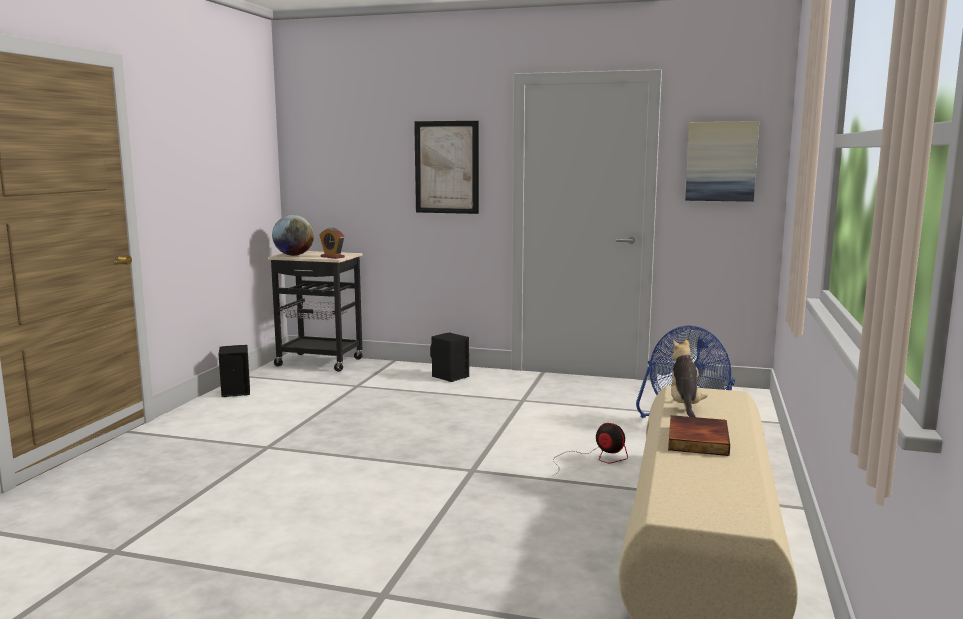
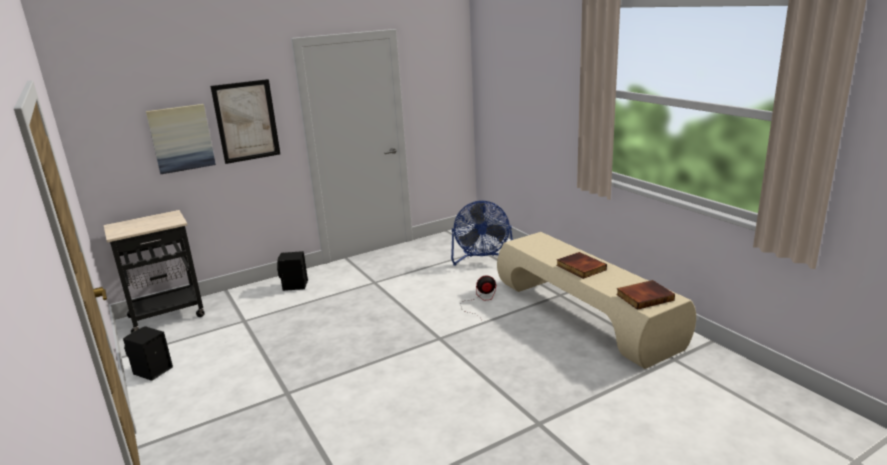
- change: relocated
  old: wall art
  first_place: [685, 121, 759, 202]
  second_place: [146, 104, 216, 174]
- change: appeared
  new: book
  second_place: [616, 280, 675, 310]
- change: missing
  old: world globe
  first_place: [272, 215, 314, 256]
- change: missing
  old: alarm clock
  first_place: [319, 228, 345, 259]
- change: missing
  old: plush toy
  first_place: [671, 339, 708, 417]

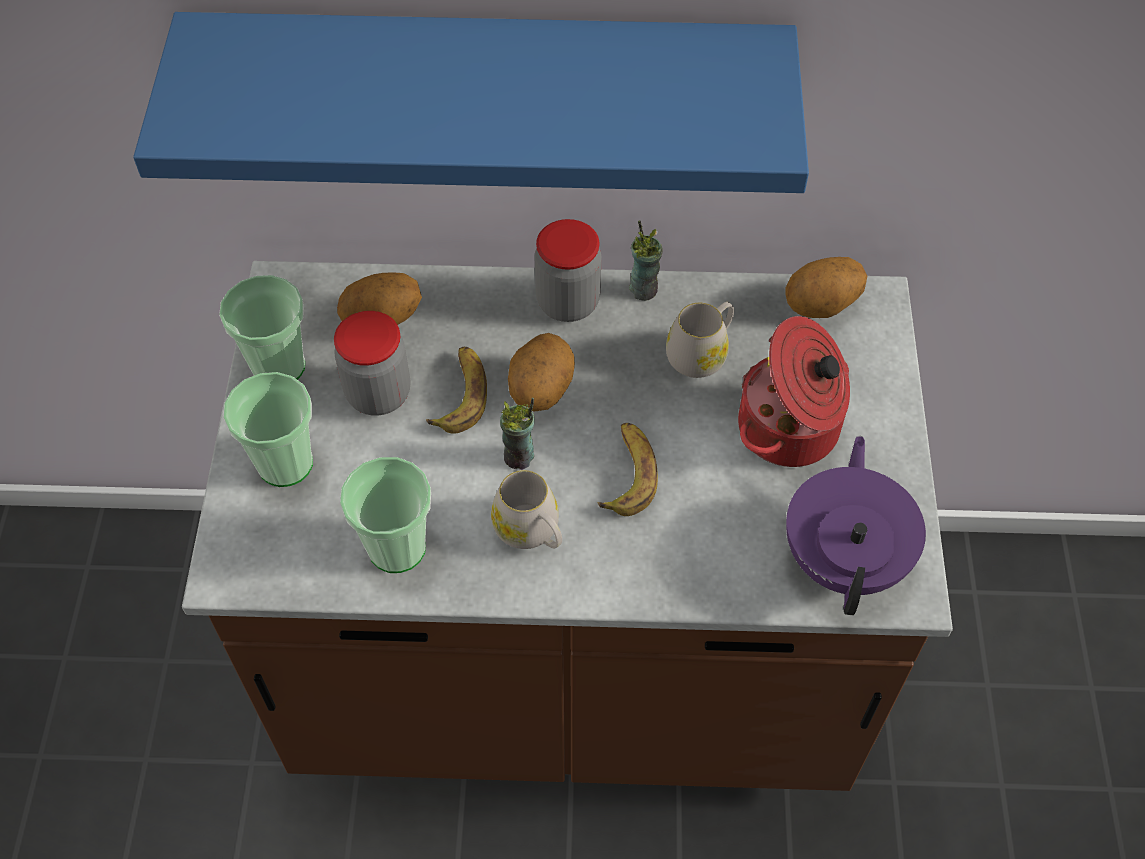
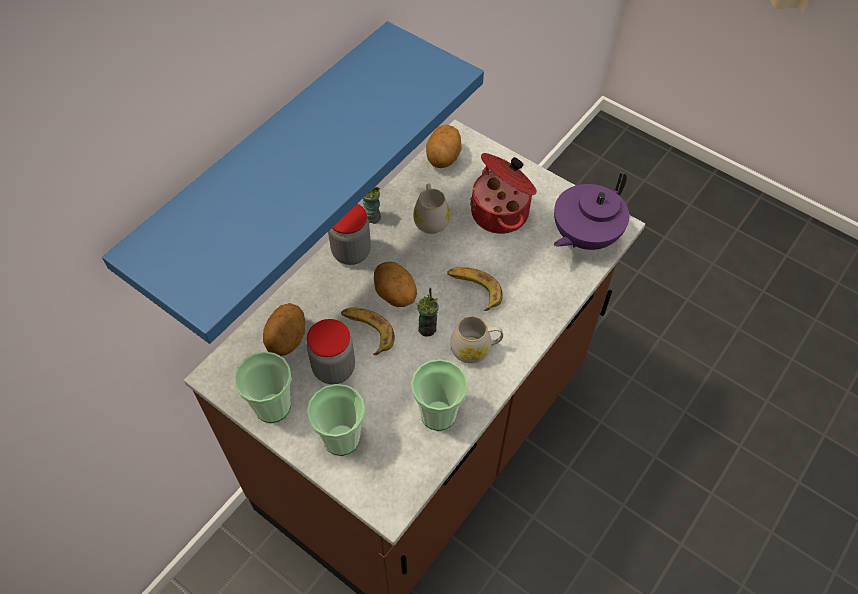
- change: spun
  old: purplish pot for tea
  first_place: [786, 436, 926, 615]
  second_place: [554, 172, 629, 250]
  degrees: -90

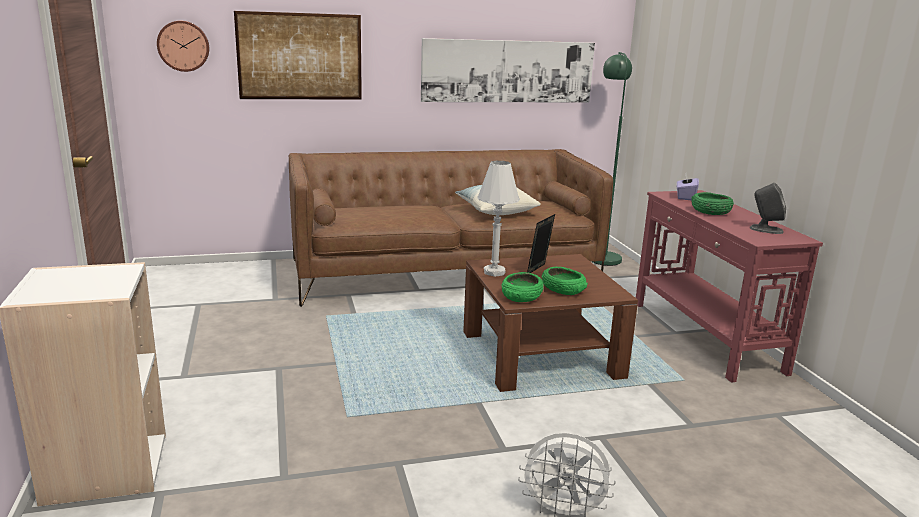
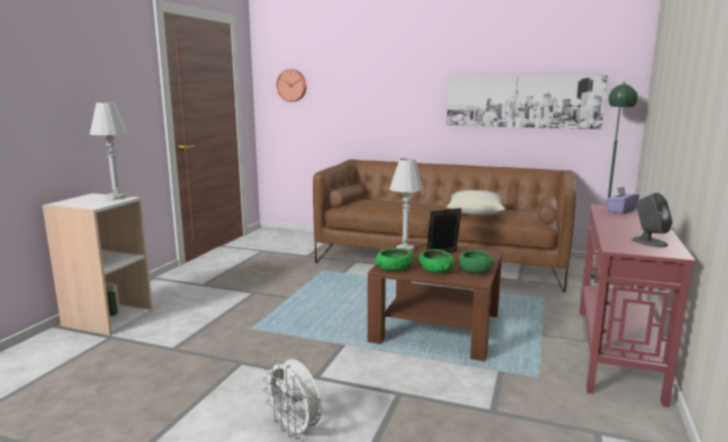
- change: appeared
  new: whitish tabletop lamp
  second_place: [90, 102, 128, 200]
- change: relocated
  old: green-coloured deep dish
  first_place: [691, 192, 734, 215]
  second_place: [459, 250, 494, 274]
- change: missing
  old: wall art
  first_place: [234, 11, 362, 100]

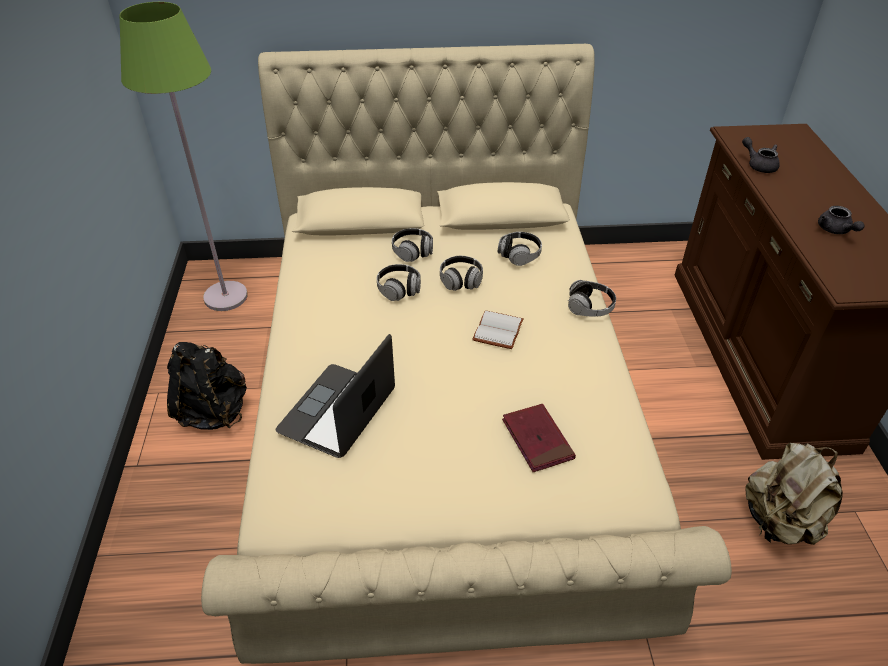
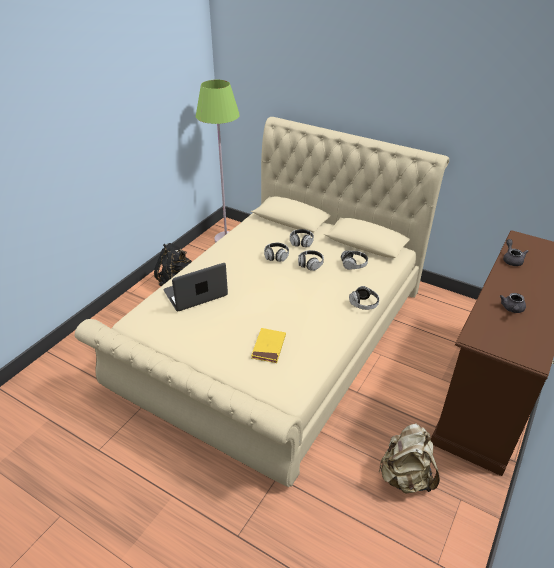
- change: colour
  old: red book
  new: yellow book
  first_place: [502, 404, 576, 472]
  second_place: [251, 328, 286, 363]
- change: missing
  old: whitish book
  first_place: [472, 310, 524, 349]

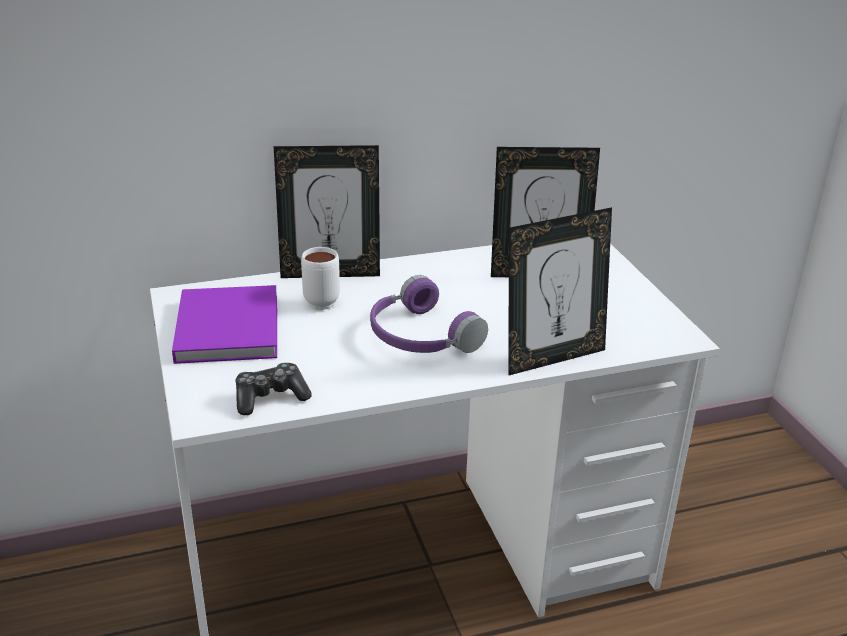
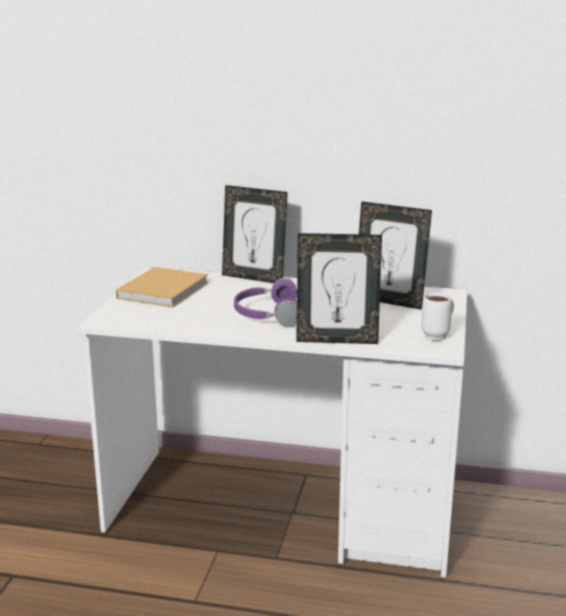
- change: colour
  old: purplish book
  new: beige book
  first_place: [172, 285, 277, 364]
  second_place: [116, 267, 209, 307]
- change: relocated
  old: whitish mug
  first_place: [301, 247, 340, 310]
  second_place: [421, 292, 454, 341]
- change: missing
  old: game controller
  first_place: [235, 363, 312, 415]

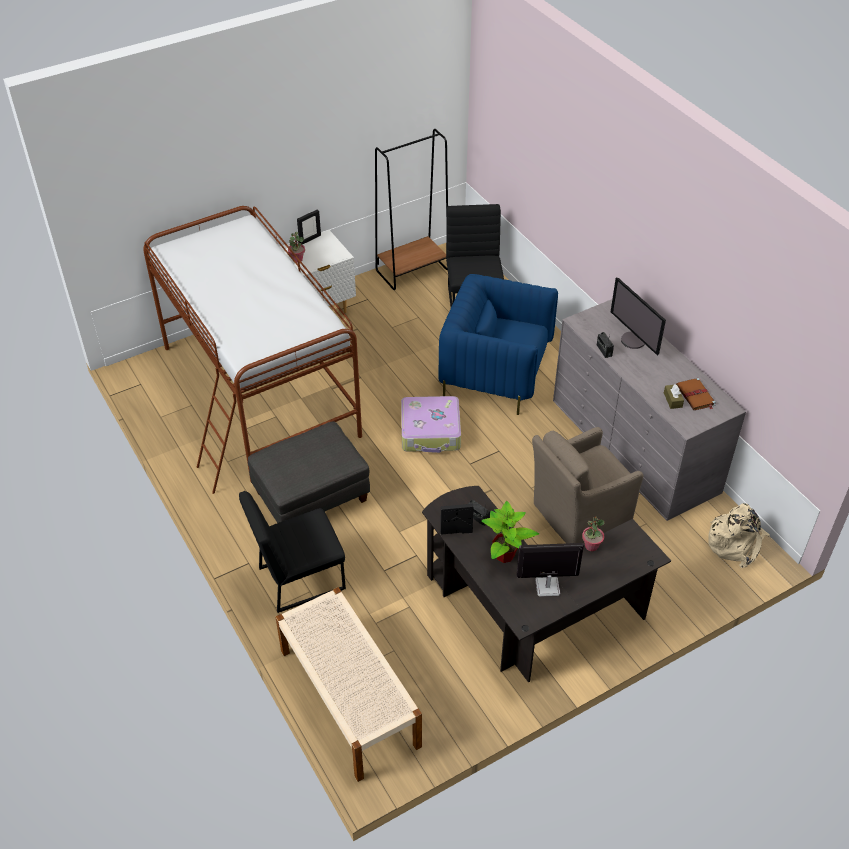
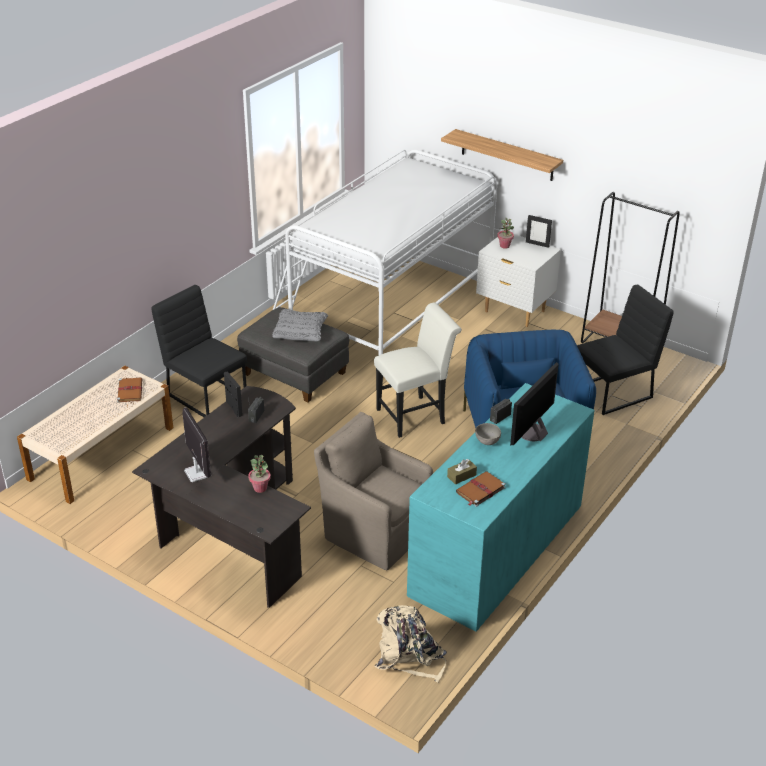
- change: appeared
  new: brown book
  second_place: [117, 378, 142, 403]
- change: appeared
  new: greyish cushion
  second_place: [272, 309, 328, 342]
- change: colour
  old: brown sleeping bed
  new: whitish sleeping bed
  first_place: [143, 206, 362, 494]
  second_place: [273, 149, 497, 356]
- change: exchanged
  old: piece of luggage
  new: whitish chair
  first_place: [401, 396, 461, 453]
  second_place: [374, 302, 462, 438]
- change: colour
  old: greyish chest of drawers
  new: turquoise chest of drawers
  first_place: [553, 299, 746, 521]
  second_place: [407, 383, 595, 632]
- change: appeared
  new: shelf
  second_place: [441, 129, 563, 181]
- change: appeared
  new: greyish deep dish
  second_place: [475, 423, 501, 445]
- change: missing
  old: houseplant
  first_place: [481, 501, 539, 563]

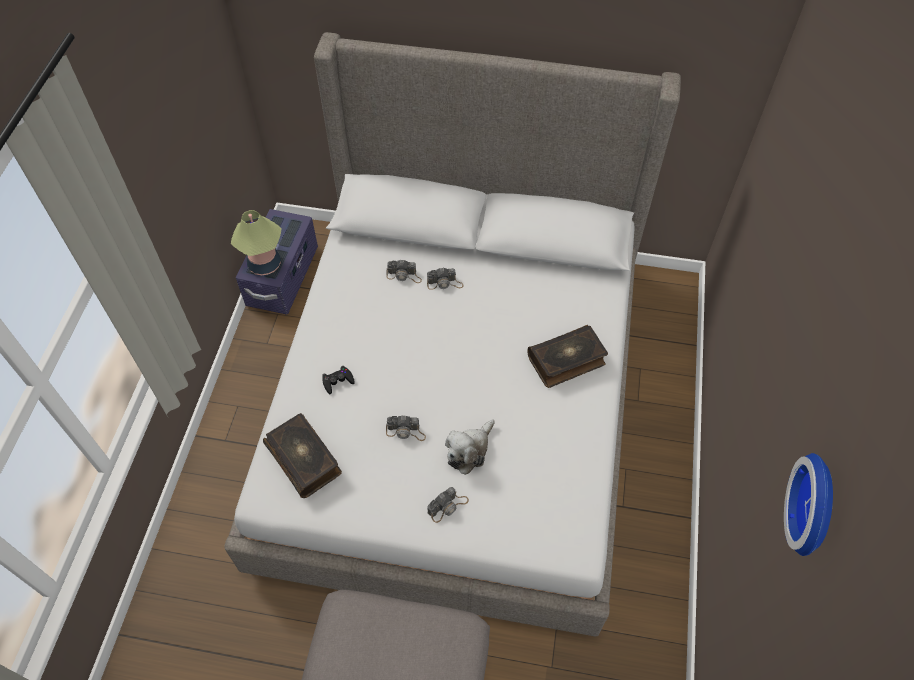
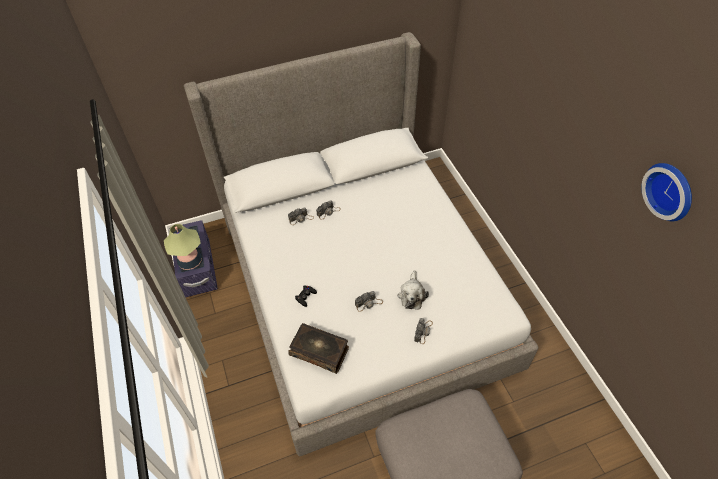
- change: missing
  old: book
  first_place: [527, 325, 608, 388]

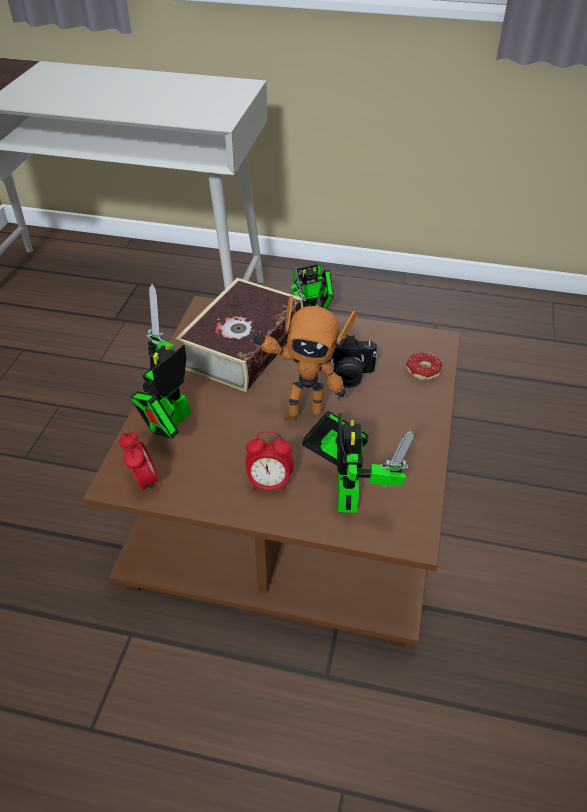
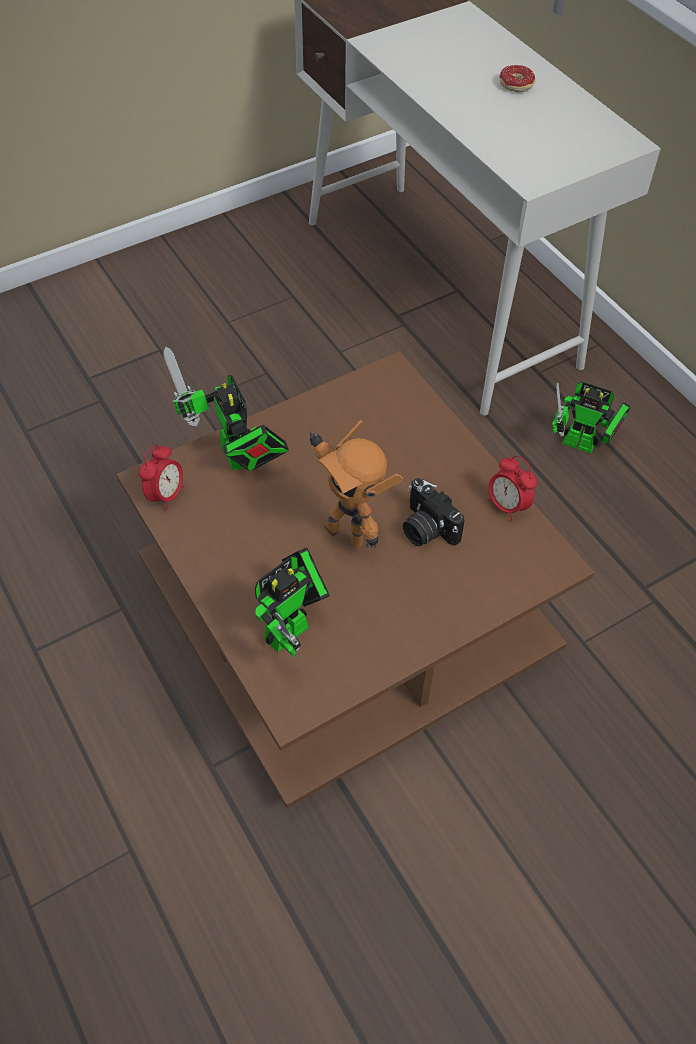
- change: spun
  old: toy robot
  first_place: [130, 284, 191, 439]
  second_place: [163, 346, 289, 471]
  degrees: -105
- change: relocated
  old: alarm clock
  first_place: [245, 431, 294, 494]
  second_place: [488, 455, 537, 521]
- change: relocated
  old: donut
  first_place: [406, 352, 442, 380]
  second_place: [499, 65, 535, 92]
- change: missing
  old: book
  first_place: [175, 278, 303, 392]

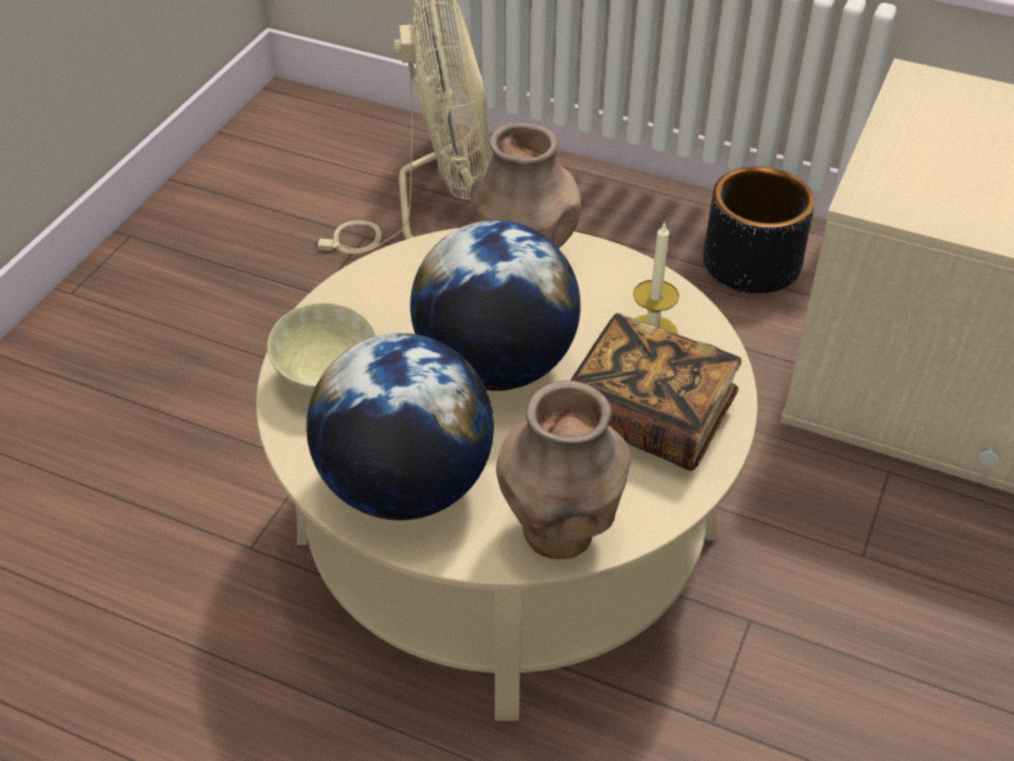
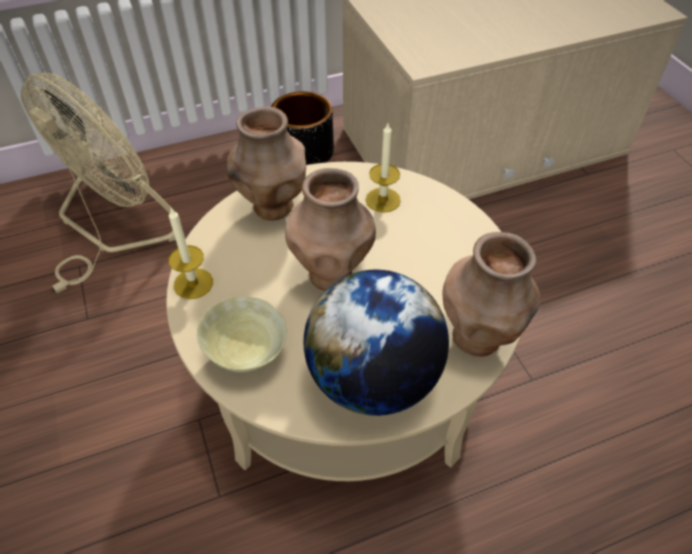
- change: appeared
  new: wax candle
  second_place: [168, 208, 213, 299]
- change: exchanged
  old: world globe
  new: brown flower vase
  first_place: [410, 220, 581, 391]
  second_place: [285, 168, 376, 291]
- change: missing
  old: book
  first_place: [570, 313, 742, 471]

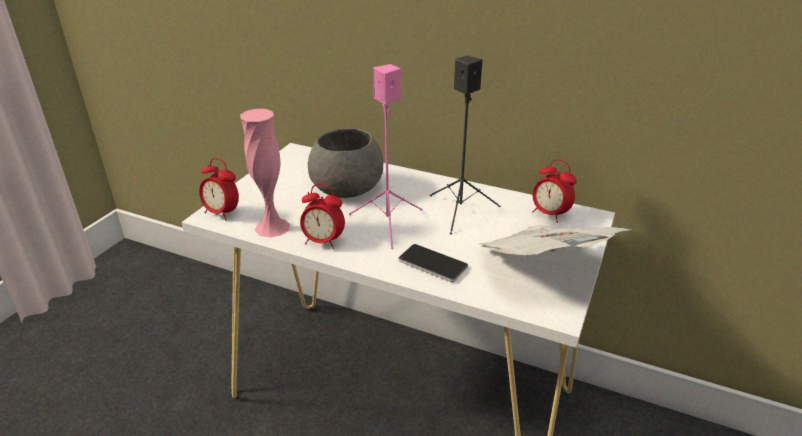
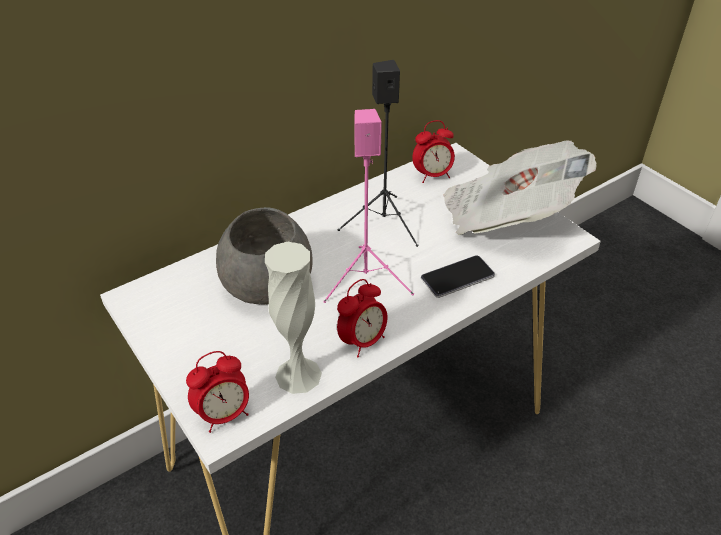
- change: colour
  old: pink flower vase
  new: whitish flower vase
  first_place: [240, 109, 290, 238]
  second_place: [265, 242, 322, 394]

